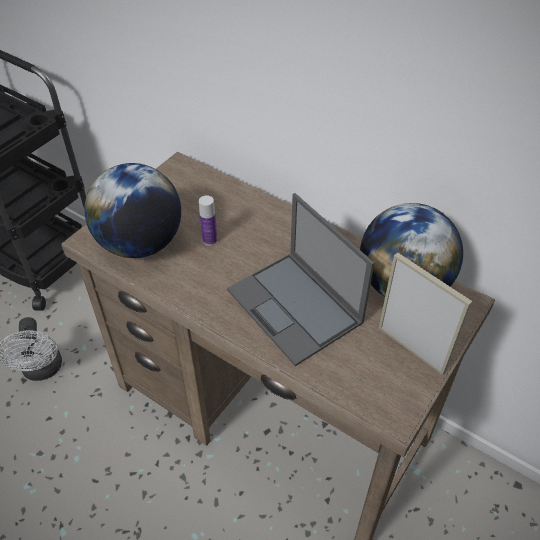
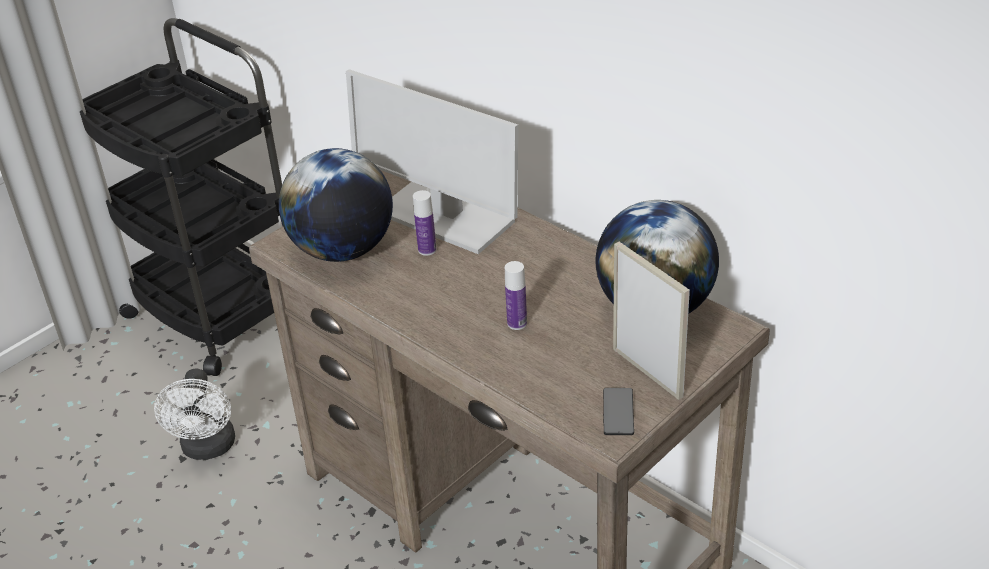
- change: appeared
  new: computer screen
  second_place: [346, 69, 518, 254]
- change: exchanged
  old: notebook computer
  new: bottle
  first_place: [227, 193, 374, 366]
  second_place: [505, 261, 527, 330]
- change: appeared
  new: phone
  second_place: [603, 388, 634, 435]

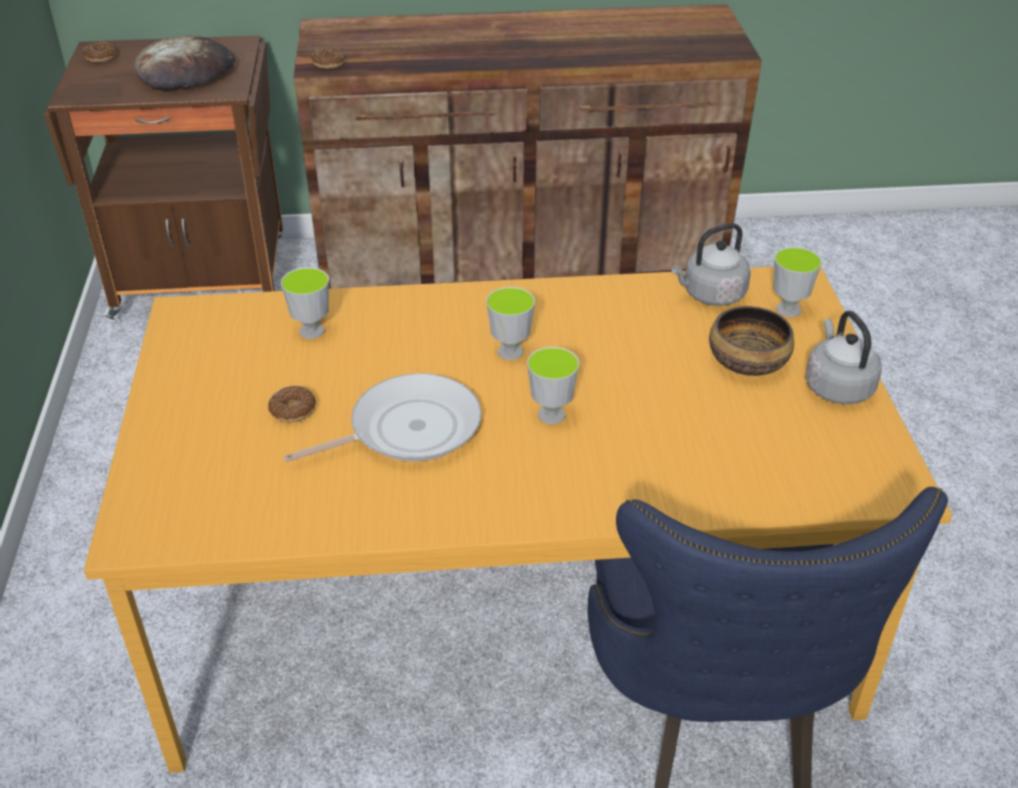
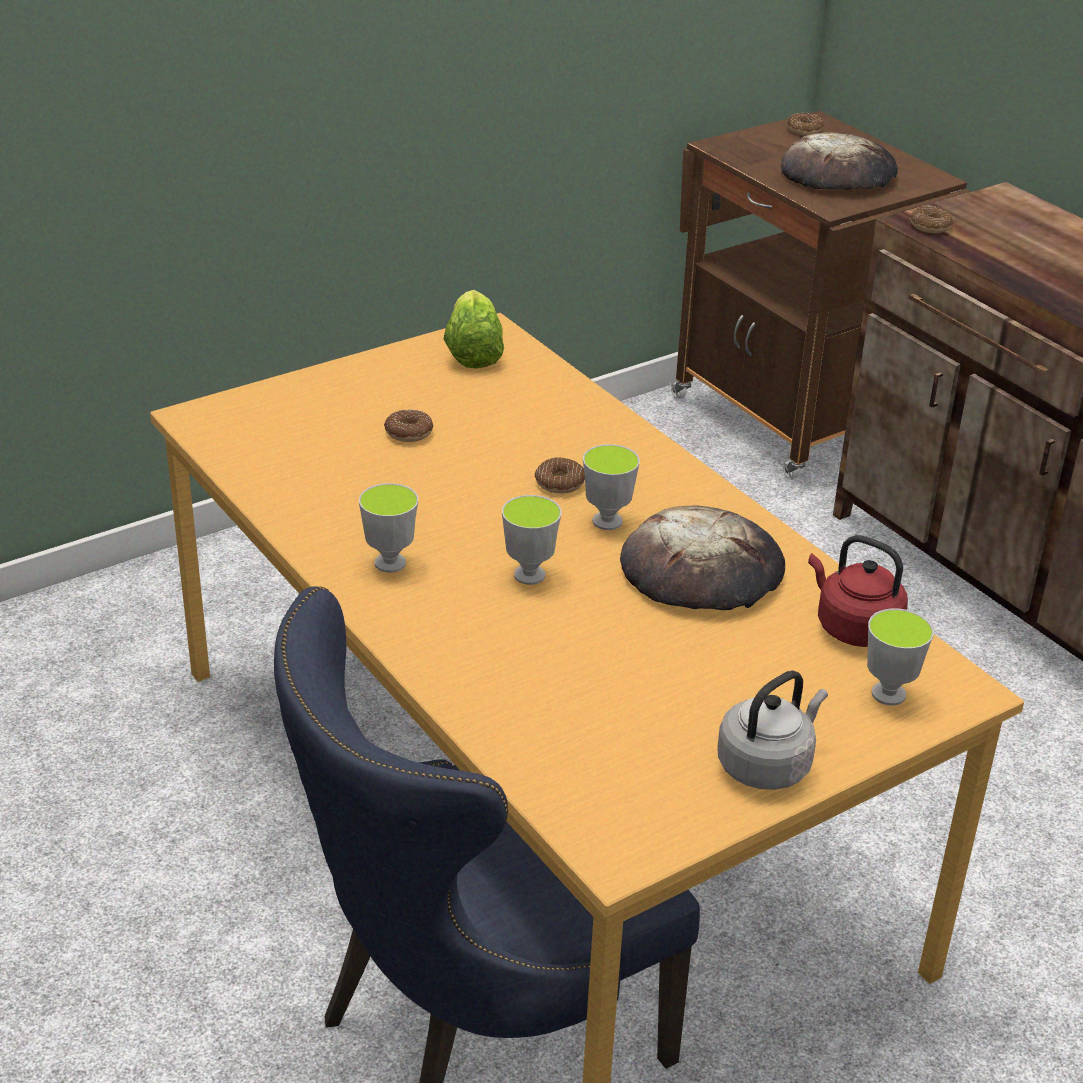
- change: relocated
  old: drinking cup
  first_place: [281, 267, 329, 339]
  second_place: [359, 483, 418, 573]
- change: appeared
  new: lettuce
  second_place: [443, 290, 504, 368]
- change: appeared
  new: donut
  second_place: [535, 457, 585, 494]
- change: appeared
  new: bakery bread
  second_place: [620, 506, 785, 610]
- change: colour
  old: greyish water kettle
  new: red water kettle
  first_place: [671, 223, 751, 306]
  second_place: [808, 535, 908, 647]
- change: missing
  old: frying pan
  first_place: [283, 373, 482, 462]
- change: missing
  old: deep dish
  first_place: [709, 306, 794, 376]

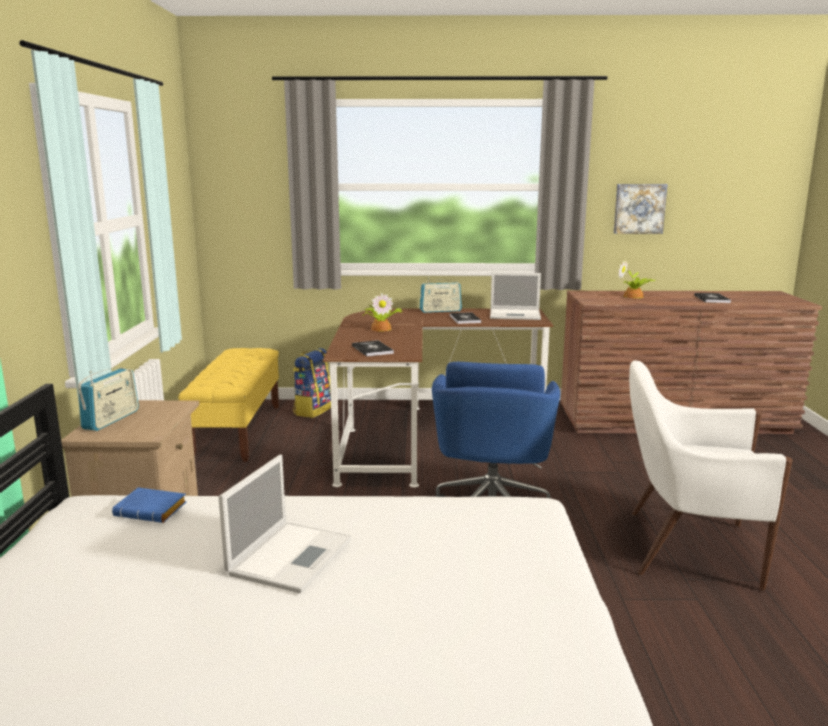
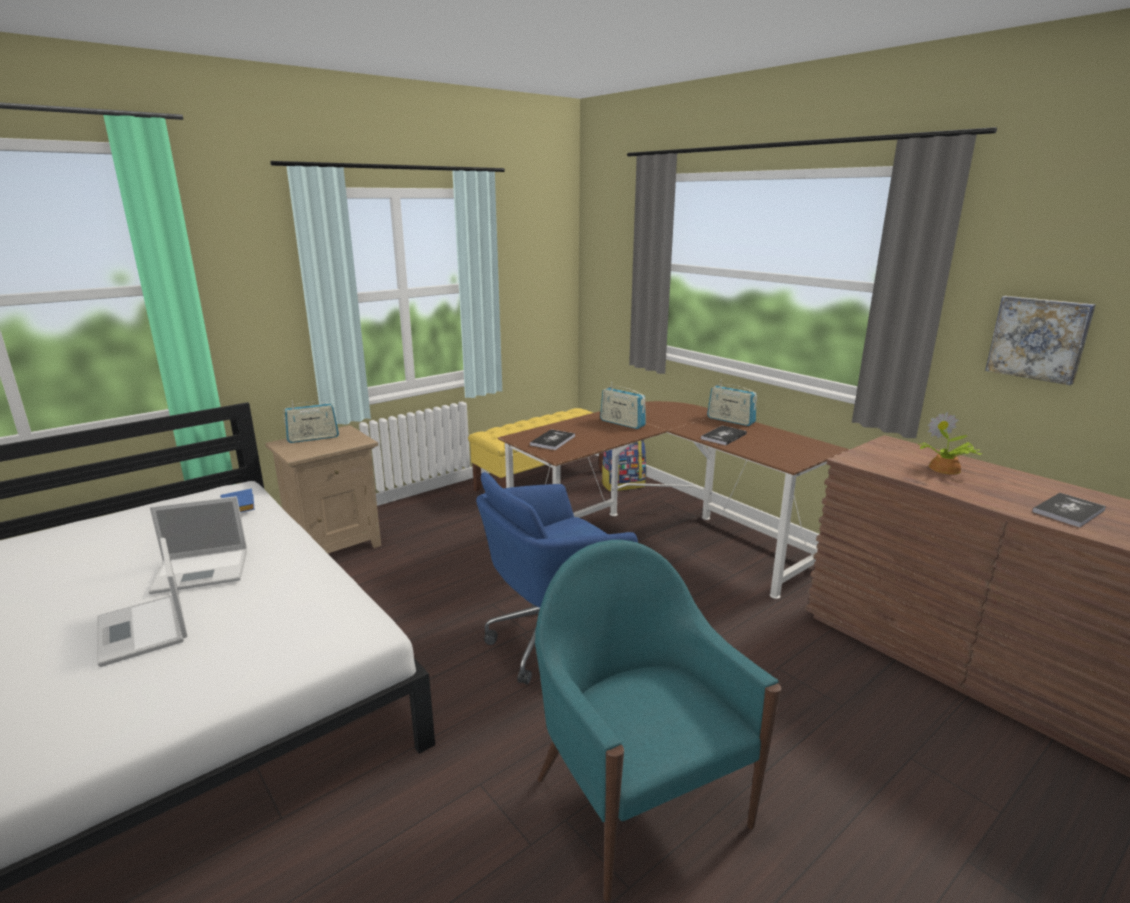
- change: relocated
  old: notebook computer
  first_place: [490, 272, 541, 320]
  second_place: [97, 538, 188, 667]
- change: colour
  old: whitish armchair
  new: turquoise armchair
  first_place: [629, 360, 793, 591]
  second_place: [535, 540, 781, 902]
- change: exchanged
  old: houseplant
  new: radio set
  first_place: [362, 293, 402, 332]
  second_place: [600, 382, 646, 429]

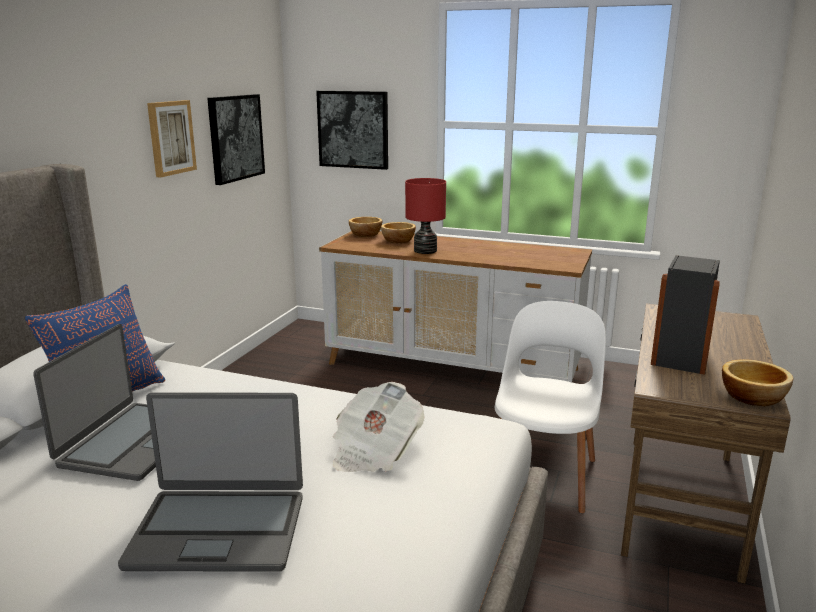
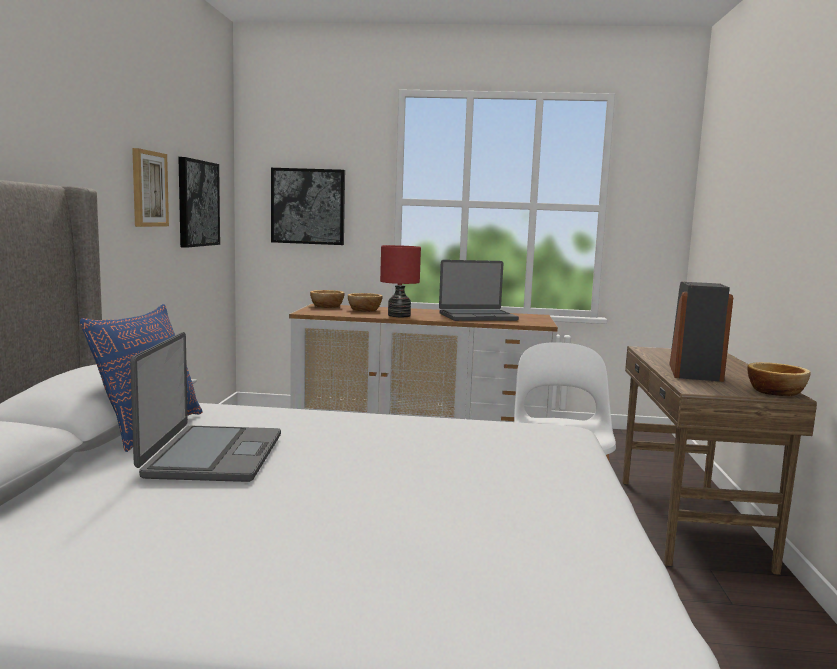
- change: relocated
  old: notebook computer
  first_place: [118, 392, 303, 572]
  second_place: [439, 260, 519, 321]
- change: missing
  old: daily paper
  first_place: [333, 382, 425, 472]

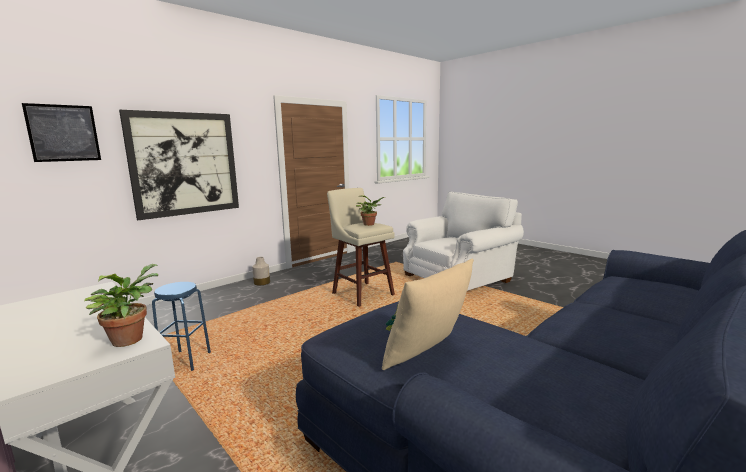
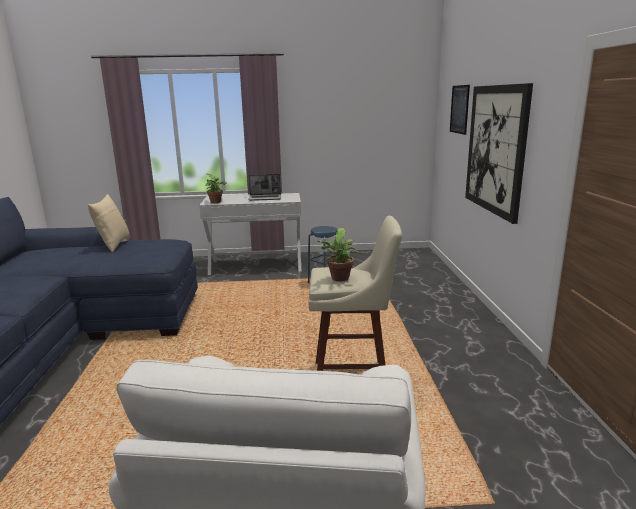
- change: appeared
  new: notebook computer
  second_place: [248, 174, 281, 201]
- change: missing
  old: beige flower vase
  first_place: [252, 257, 270, 285]

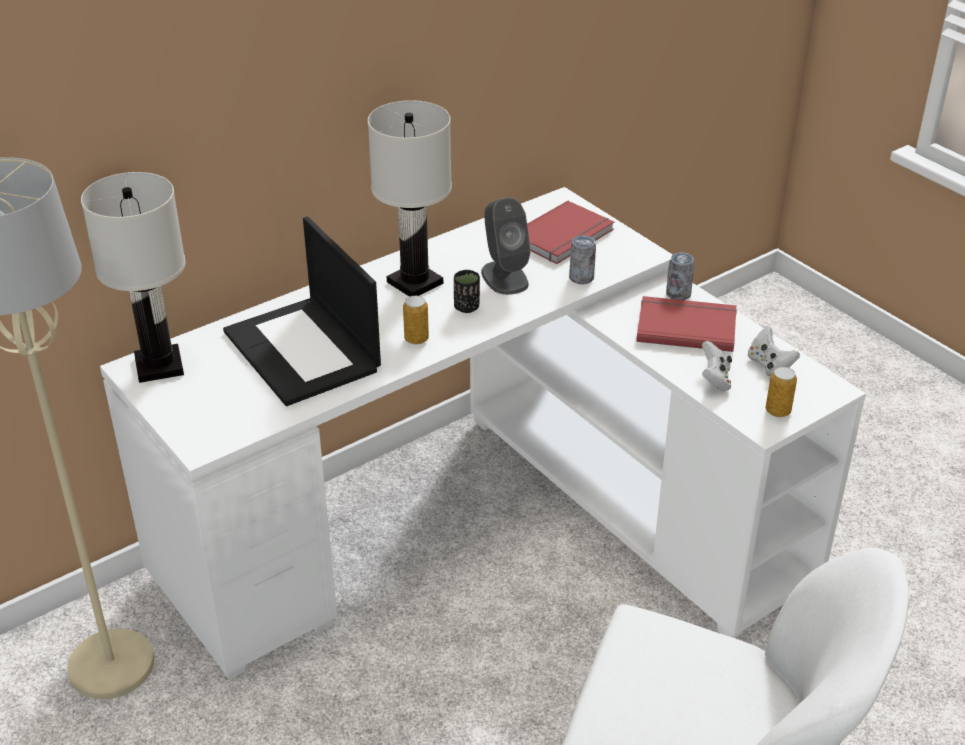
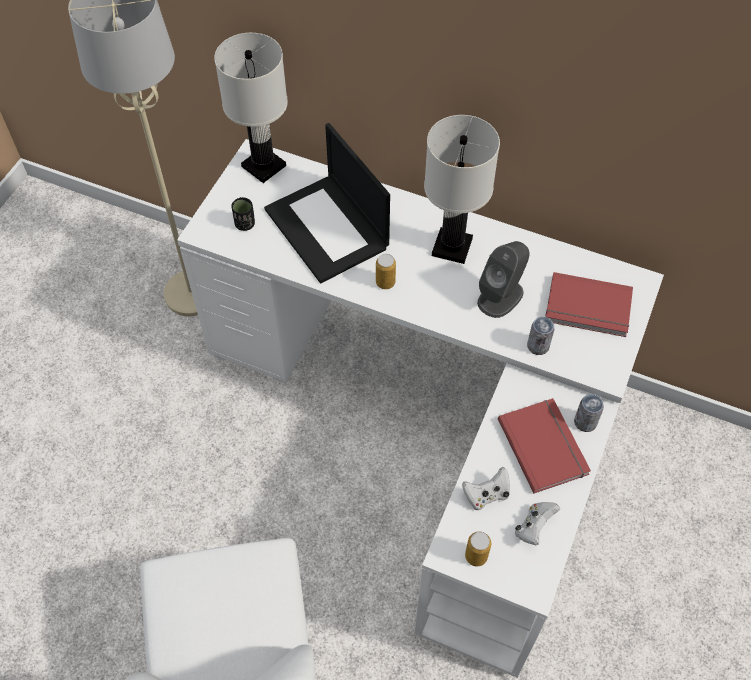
- change: relocated
  old: blackish drinking cup
  first_place: [454, 270, 480, 313]
  second_place: [231, 197, 255, 231]
- change: spun
  old: notebook computer
  first_place: [223, 217, 381, 406]
  second_place: [264, 123, 390, 283]
  degrees: -60

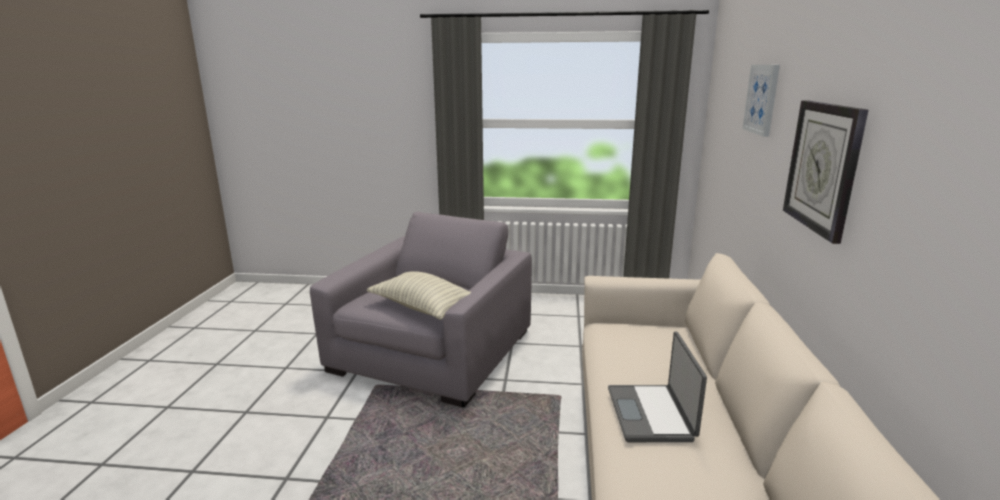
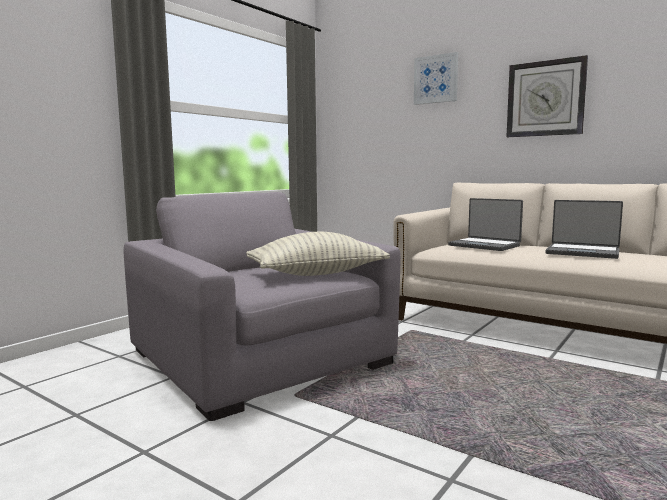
- change: appeared
  new: notebook computer
  second_place: [448, 198, 523, 251]

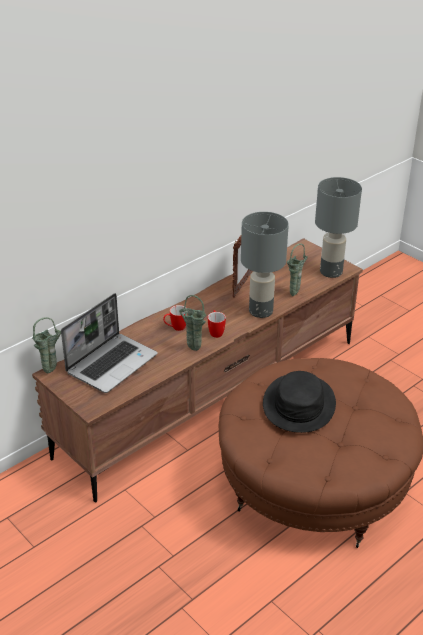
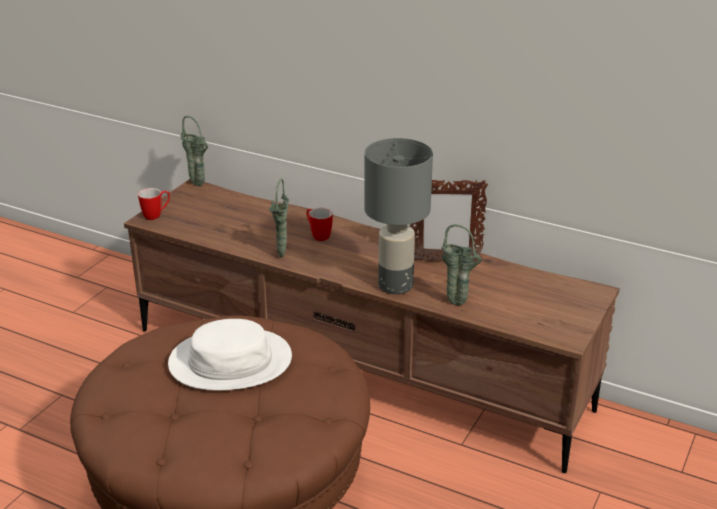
- change: relocated
  old: mug
  first_place: [208, 310, 226, 338]
  second_place: [138, 188, 170, 220]
- change: colour
  old: blackish wearable hat
  new: whitish wearable hat
  first_place: [263, 371, 336, 433]
  second_place: [168, 319, 292, 390]
- change: missing
  old: notebook computer
  first_place: [61, 293, 158, 393]
- change: missing
  old: greyish tabletop lamp
  first_place: [315, 177, 362, 278]

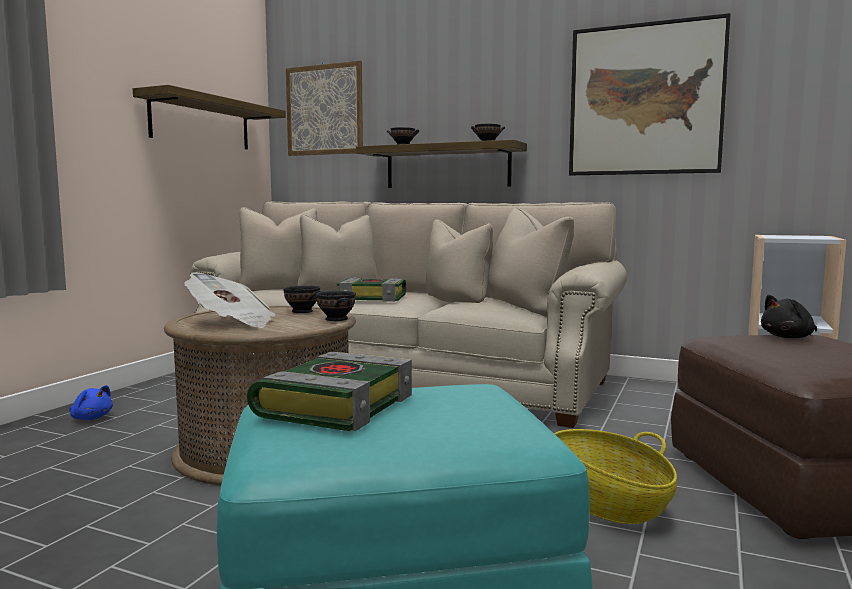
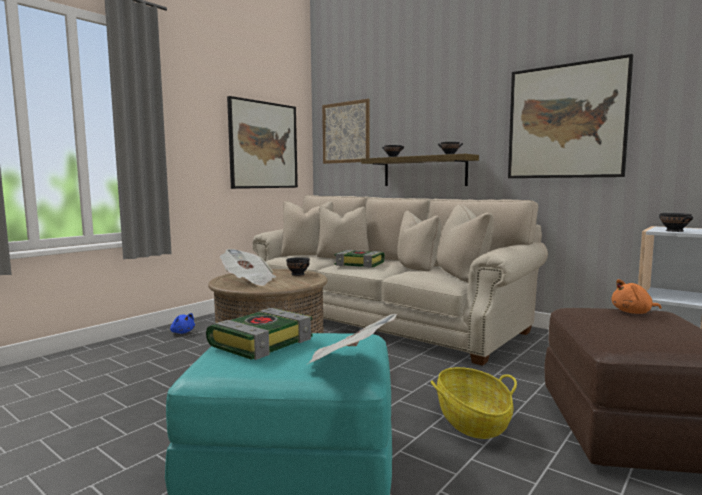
- change: exchanged
  old: shelf
  new: wall art
  first_place: [133, 85, 286, 149]
  second_place: [227, 96, 298, 189]
- change: appeared
  new: daily paper
  second_place: [306, 314, 397, 365]
- change: colour
  old: blackish plush toy
  new: orange-coloured plush toy
  first_place: [761, 295, 817, 338]
  second_place: [612, 279, 661, 314]
- change: relocated
  old: blackish deep dish
  first_place: [316, 291, 356, 321]
  second_place: [659, 213, 693, 232]

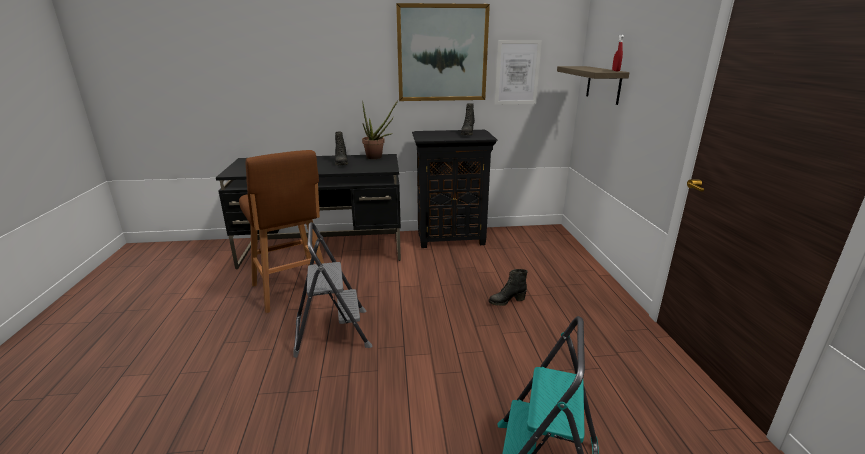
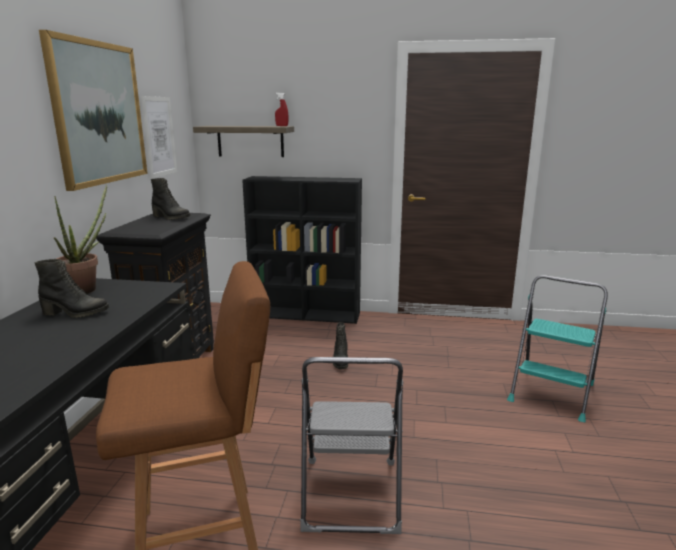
- change: appeared
  new: blackish bookcase
  second_place: [242, 176, 362, 324]

